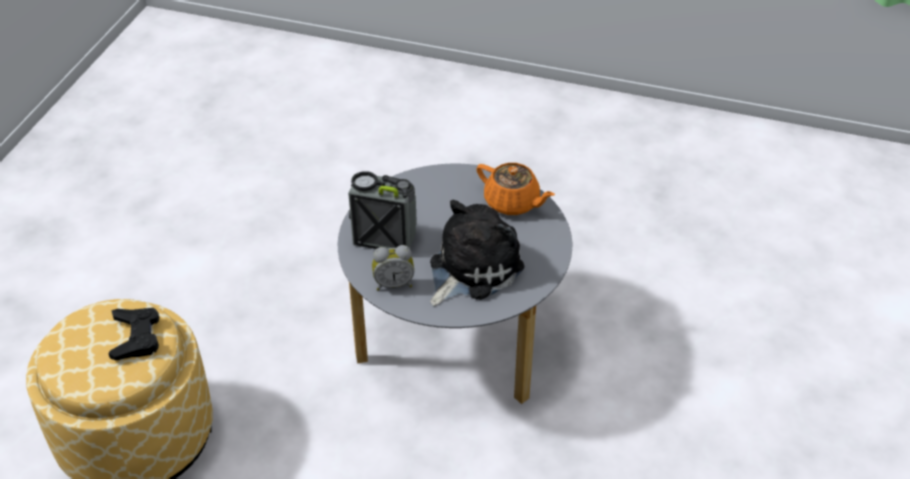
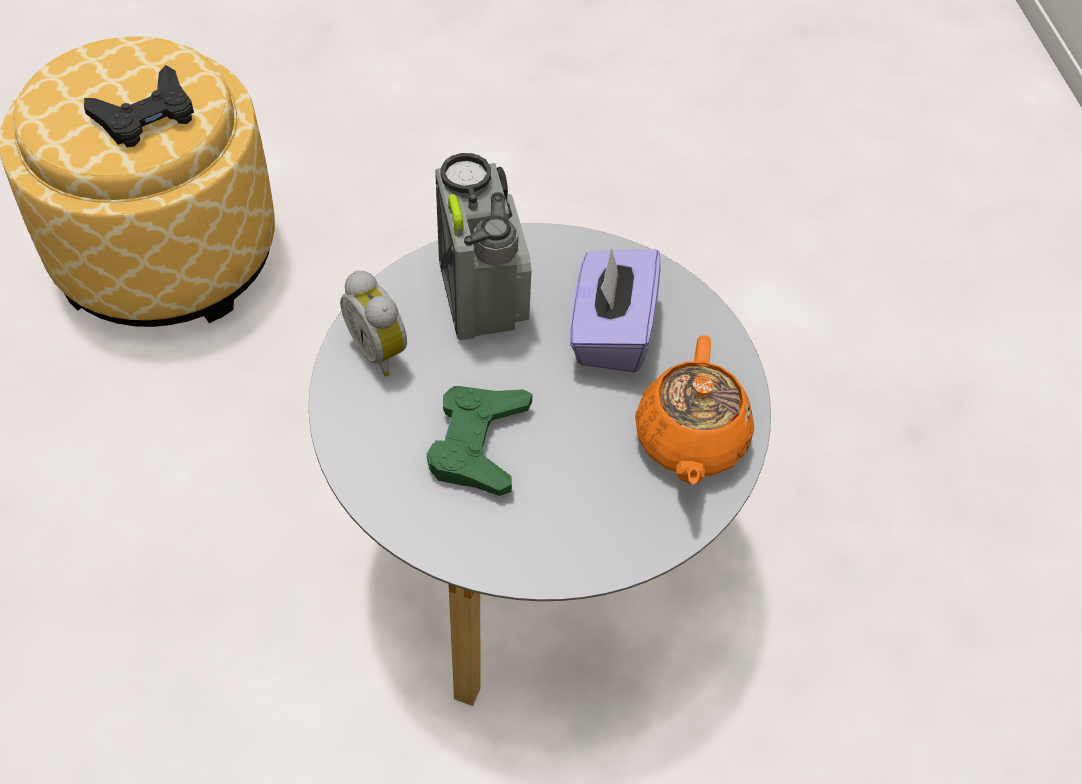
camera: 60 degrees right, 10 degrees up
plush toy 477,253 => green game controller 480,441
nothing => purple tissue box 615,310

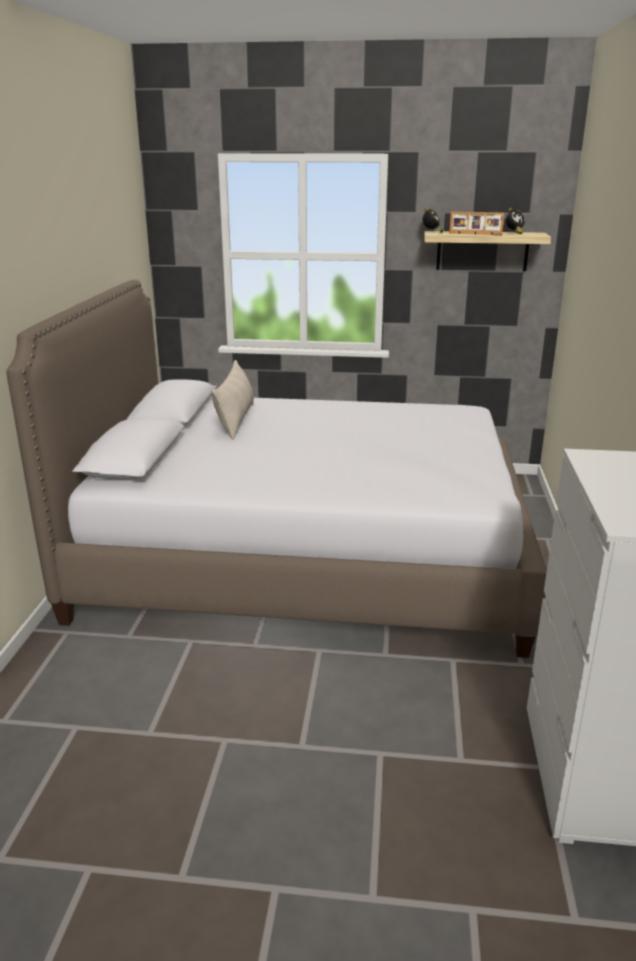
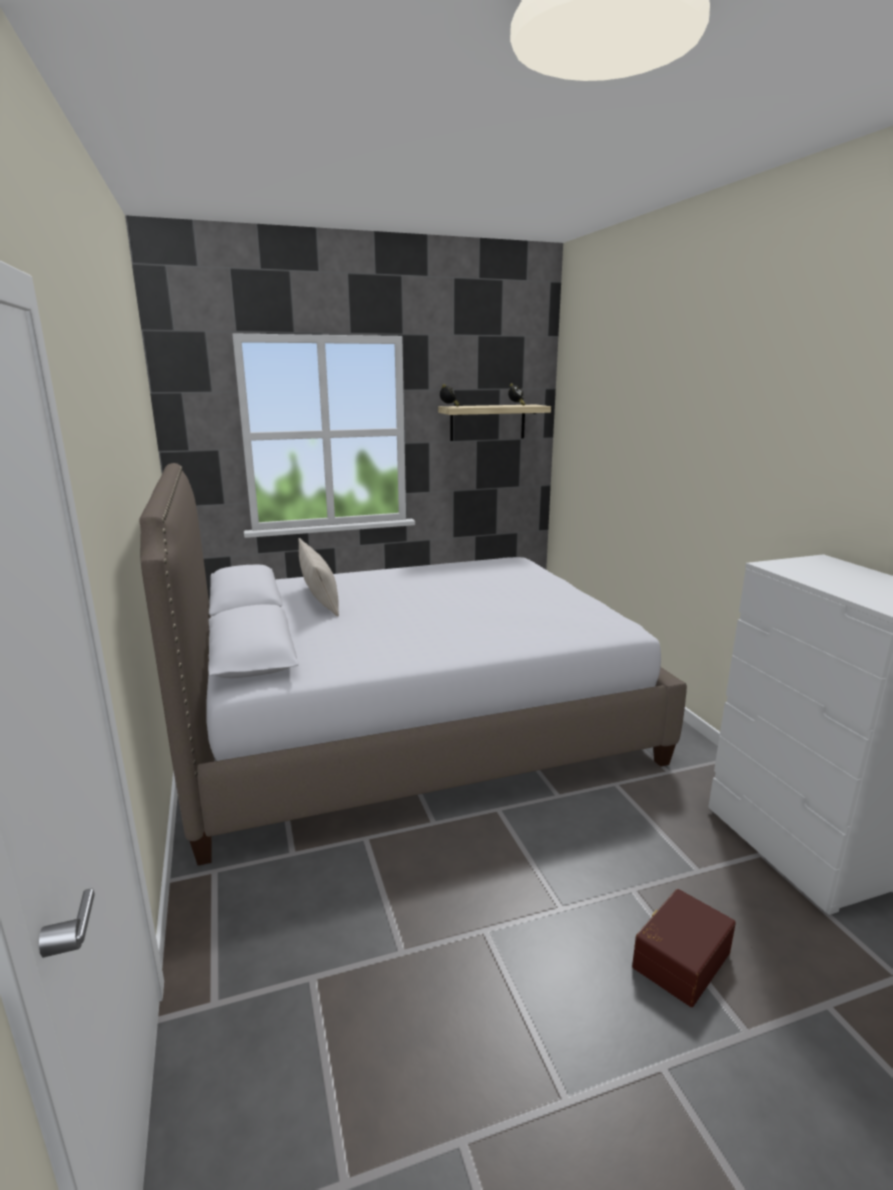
camera: 25 degrees left, 5 degrees down
picture frame 476,223 => nothing
nothing => brown storage box 684,948

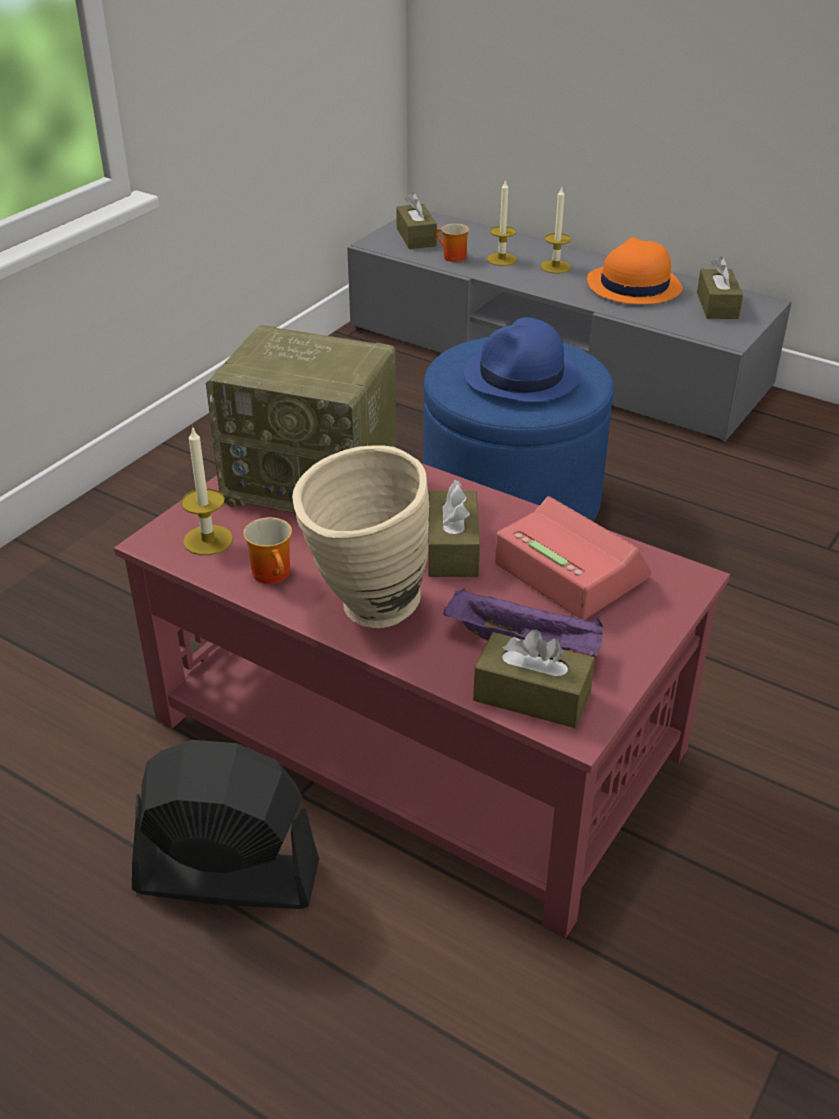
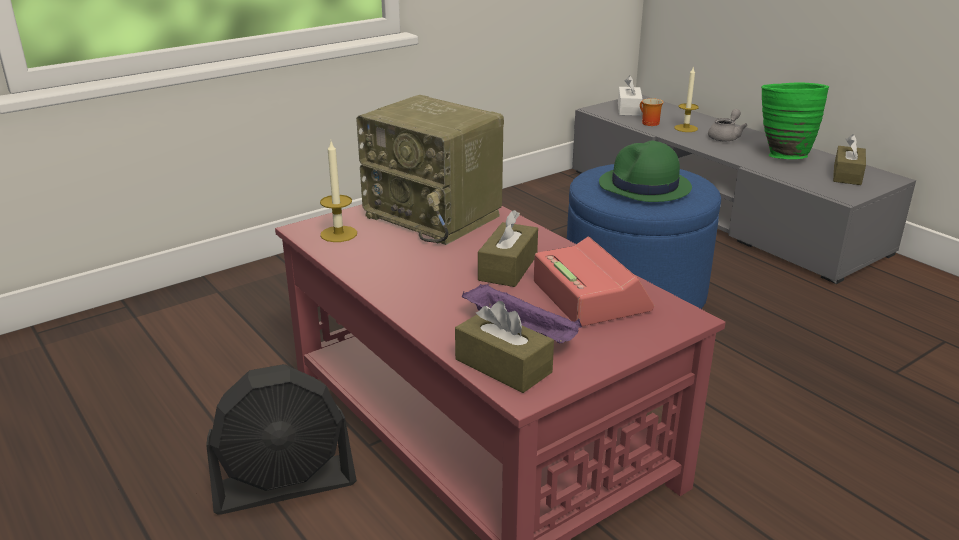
camera: 20 degrees right, 10 degrees down
black fan 225,824 => black fan 281,439, 135 degrees clockwise
mug 267,550 => nothing
beige vase 360,537 => nothing
brown tissue box 416,220 => white tissue box 630,96
blue hat 521,359 => green hat 645,171
candle 555,231 => grey teapot 728,125
orange hat 635,271 => green vase 795,120

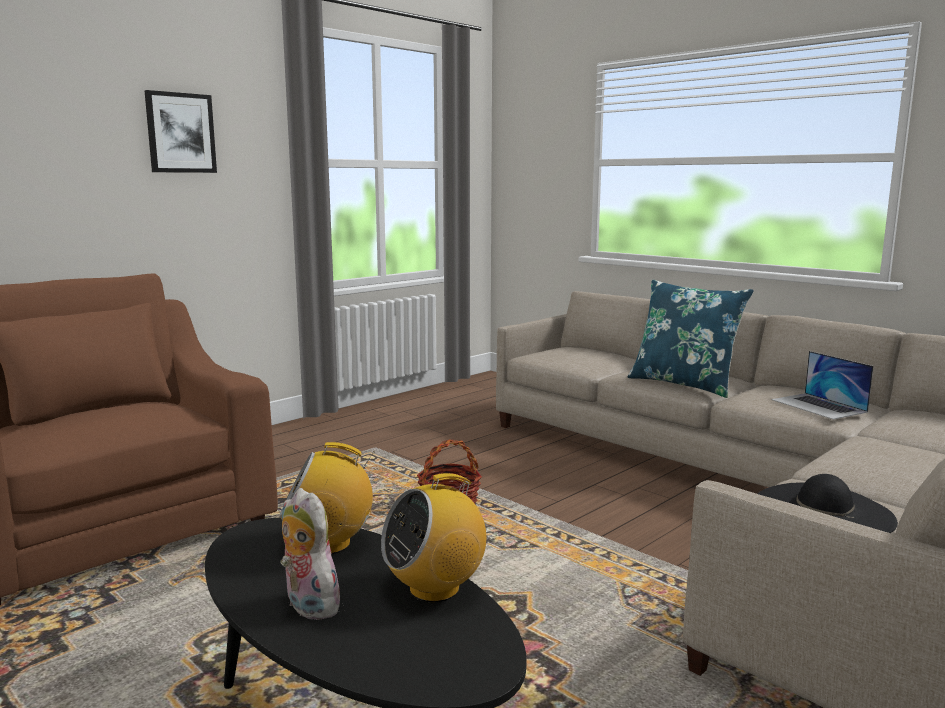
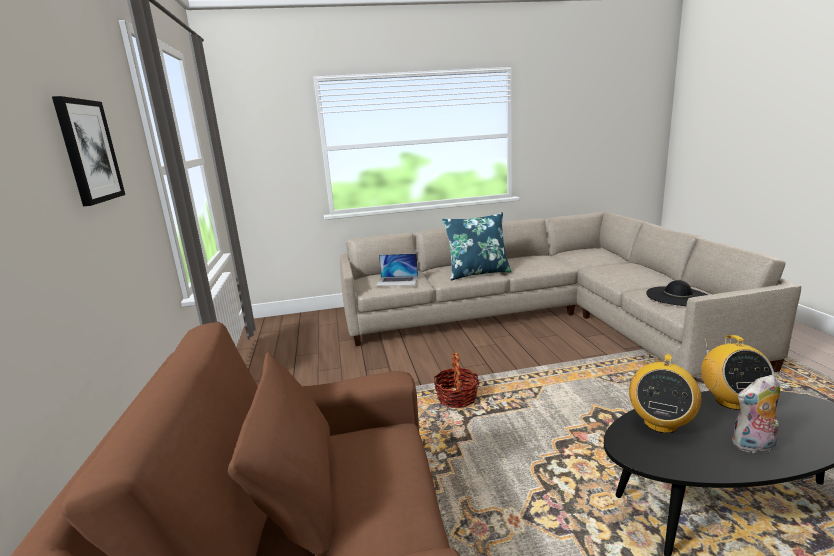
camera: 55 degrees left, 5 degrees up
laptop 822,385 => laptop 397,269, moved

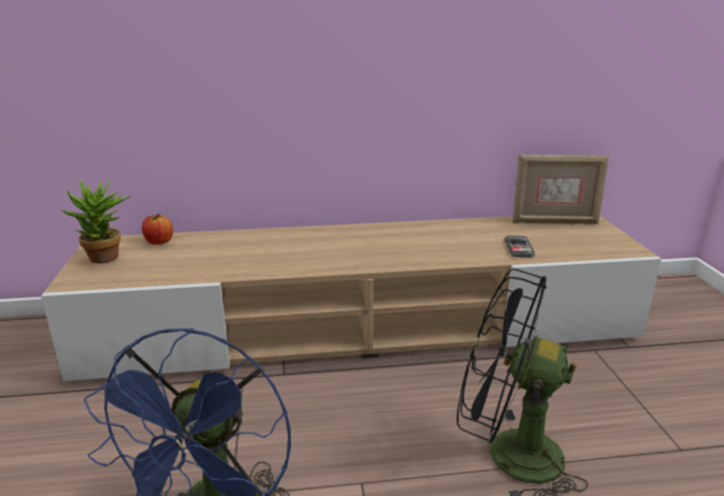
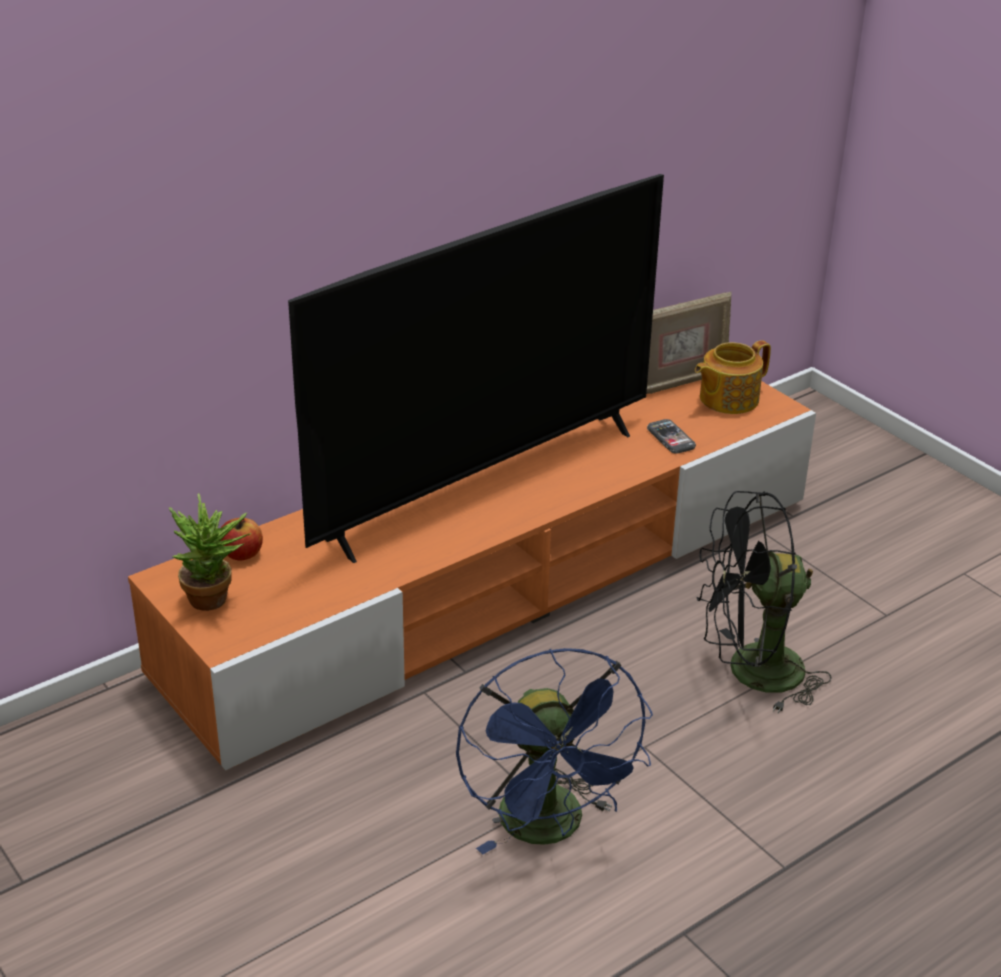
camera: 30 degrees left, 10 degrees up
beige tv stand 351,298 => orange tv stand 472,575
nothing => television 476,368
nothing => teapot 733,377

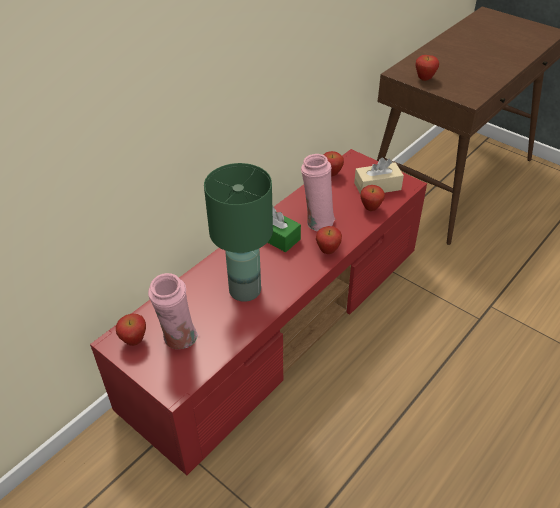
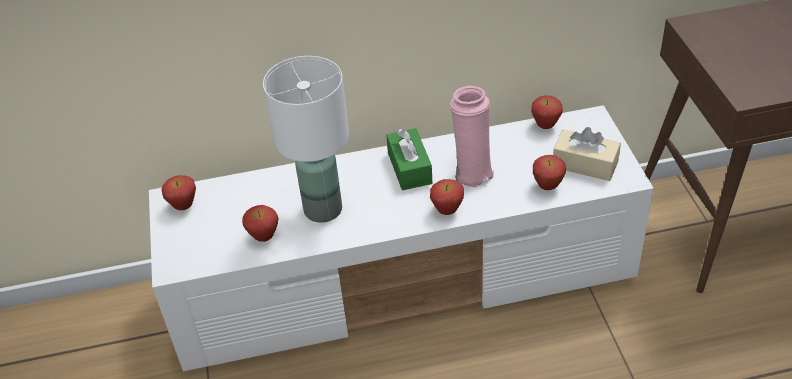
camera: 40 degrees right, 0 degrees up
red tv stand 258,312 => white tv stand 401,238
pink vase 173,311 => nothing
green table lamp 238,232 => white table lamp 306,139
apple 427,68 => apple 260,223, moved

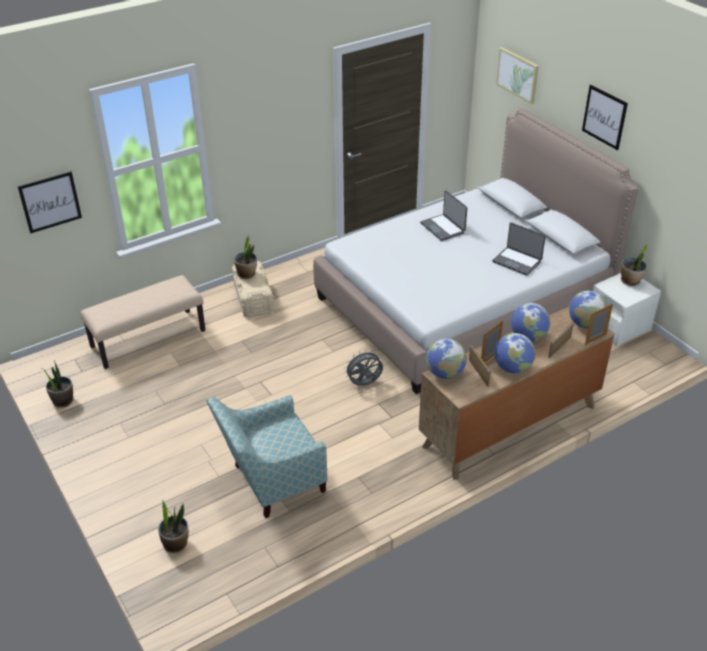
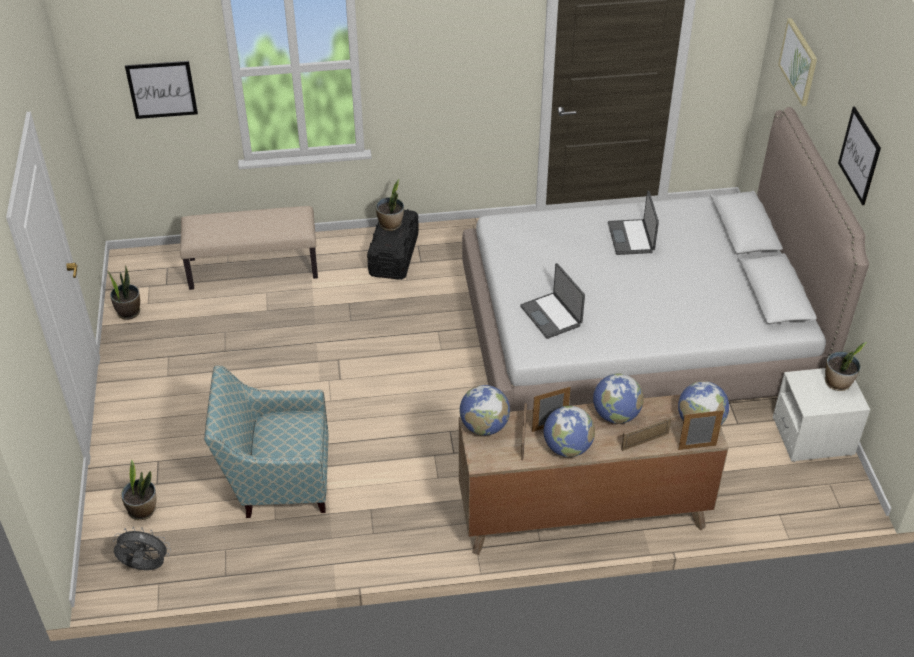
camera: 25 degrees right, 5 degrees up
beige storage box 253,289 => black storage box 393,244
grey fan 363,367 => grey fan 142,548, moved
laptop 519,249 => laptop 552,301, moved

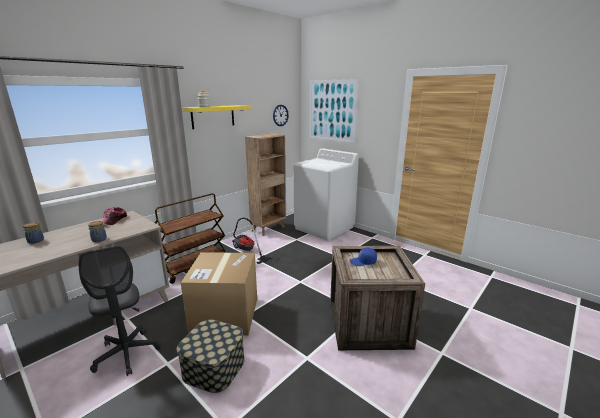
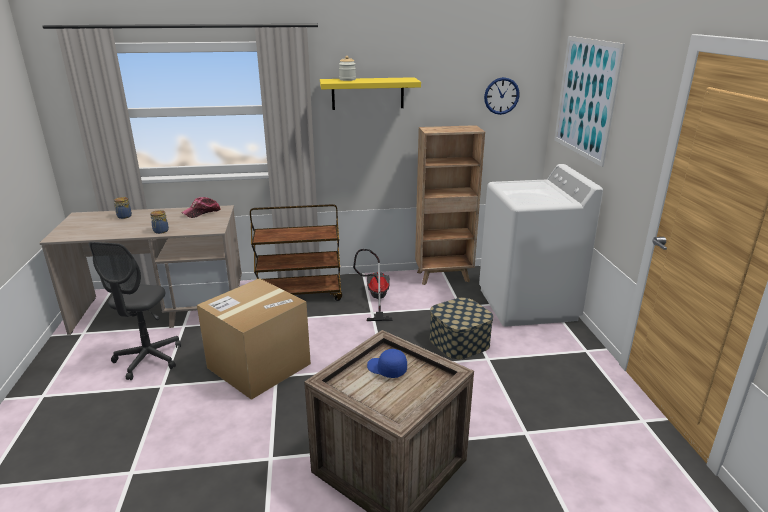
camera: 40 degrees right, 5 degrees up
storage box 211,356 => storage box 462,329, moved

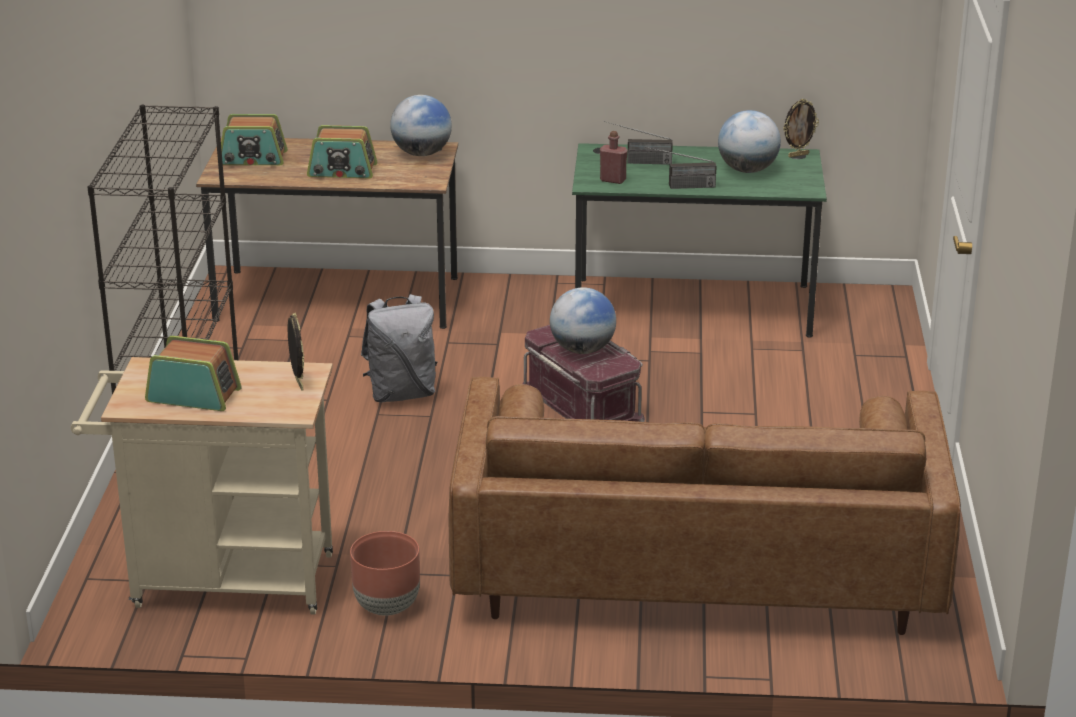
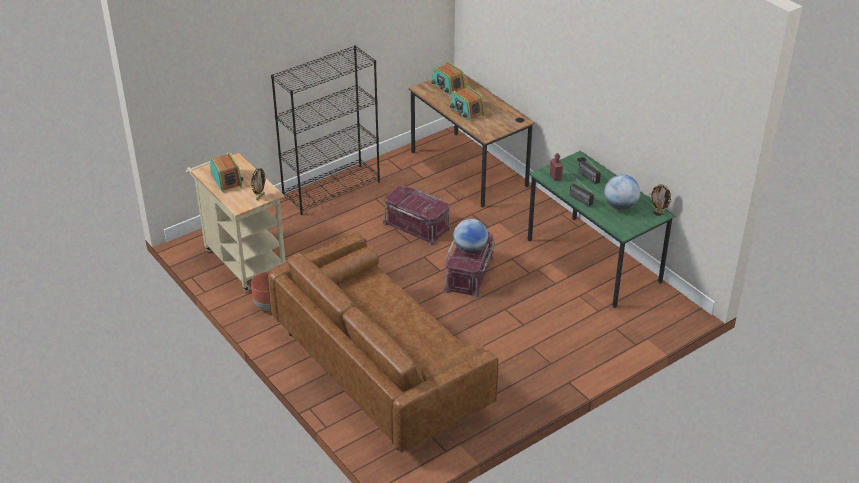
camera: 50 degrees right, 10 degrees up
grey backpack 399,348 => red storage box 417,215
globe 421,125 => nothing

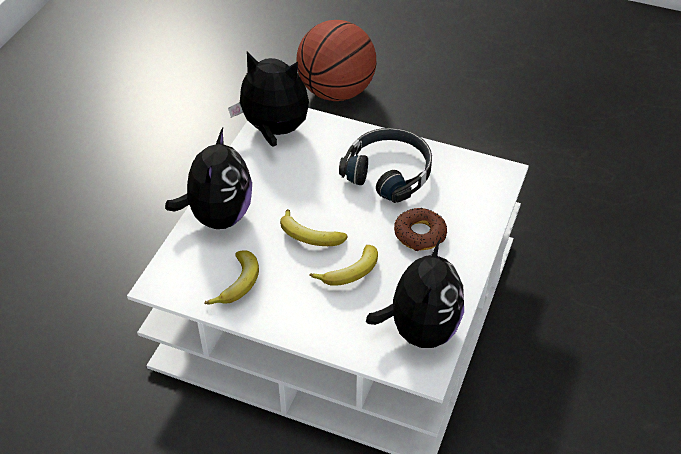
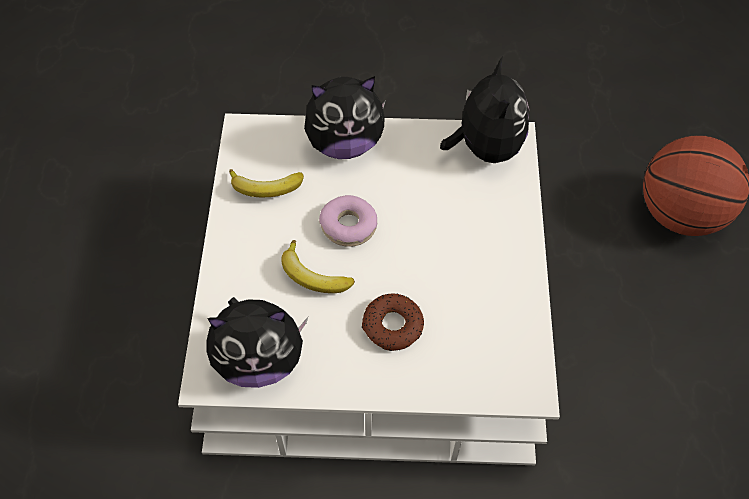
camera: 70 degrees right, 10 degrees up
banana 314,227 => donut 348,221
black headphones 385,165 => nothing

